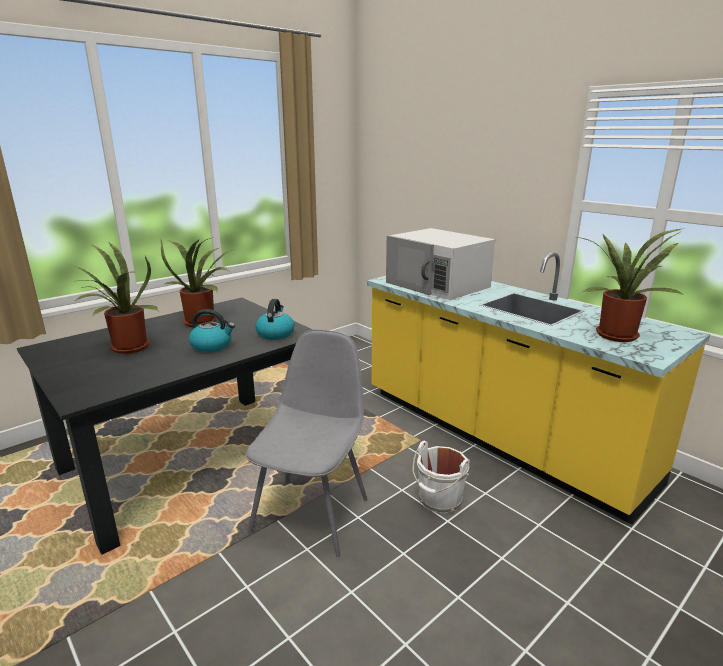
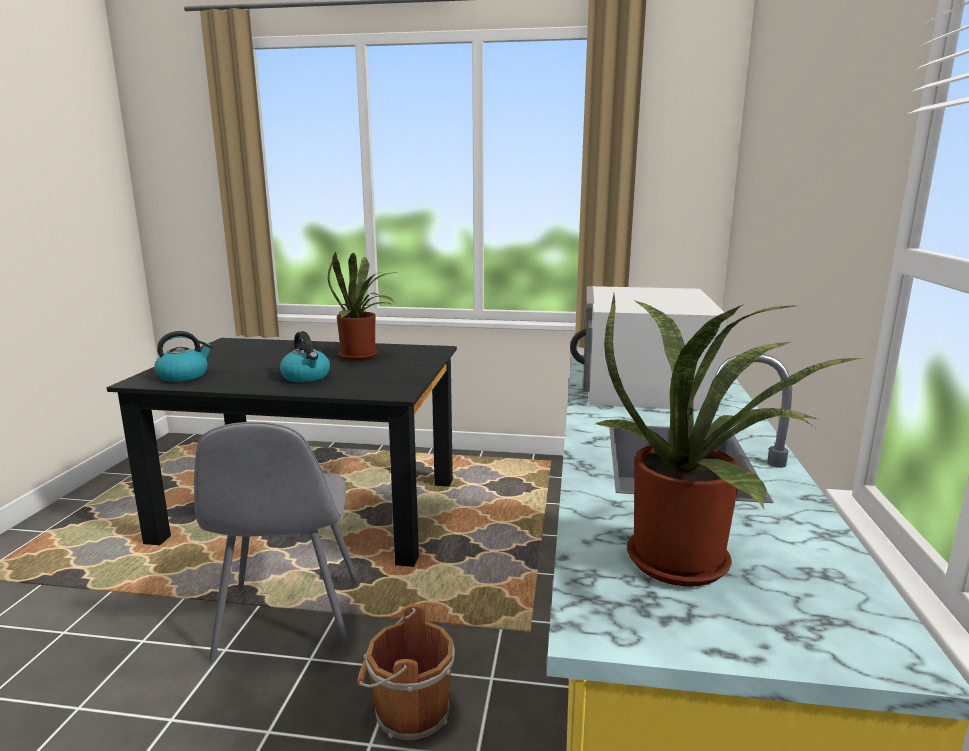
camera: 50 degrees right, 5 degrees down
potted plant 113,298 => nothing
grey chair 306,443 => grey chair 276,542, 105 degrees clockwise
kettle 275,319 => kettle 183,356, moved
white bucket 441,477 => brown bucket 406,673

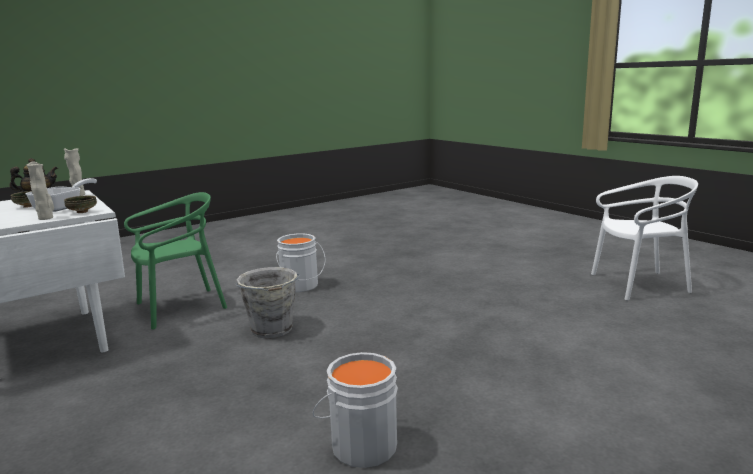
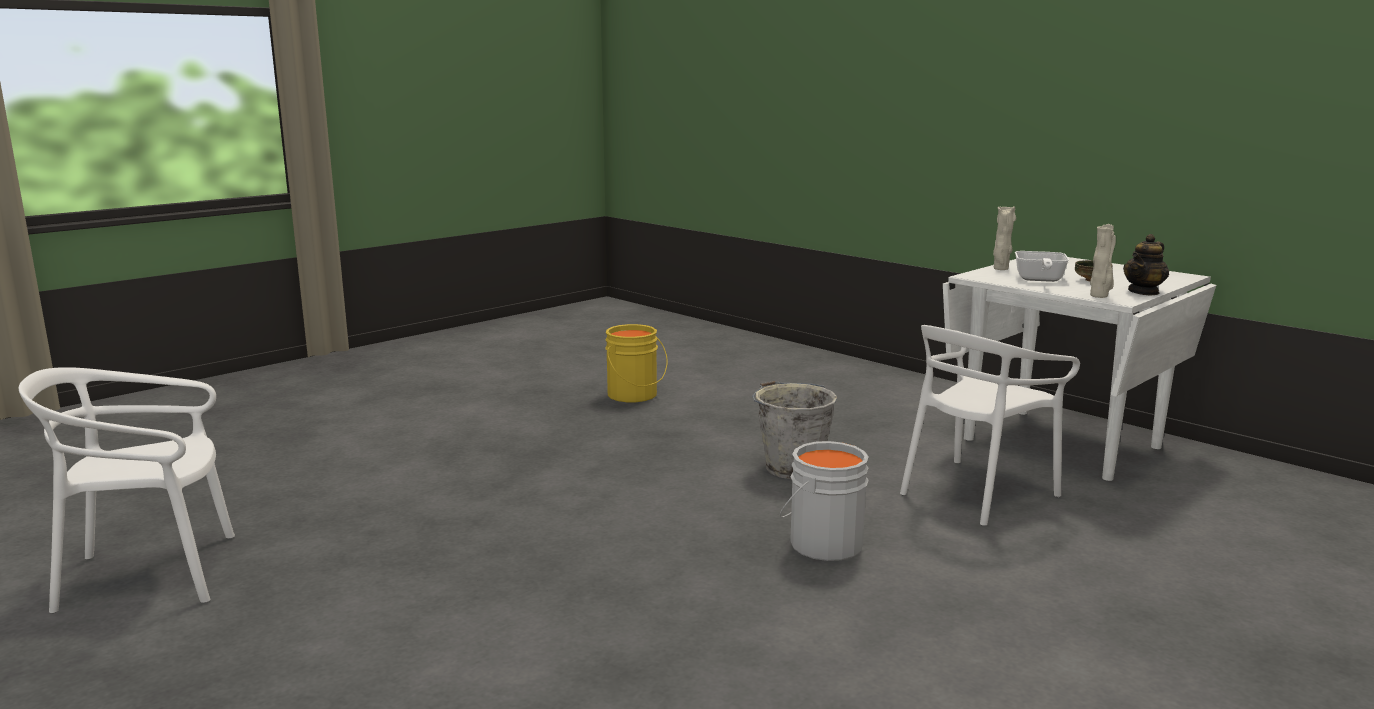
camera: 170 degrees right, 0 degrees up
bowl 80,204 => nothing
green chair 175,260 => white chair 990,425
grey bucket 355,410 => yellow bucket 636,363

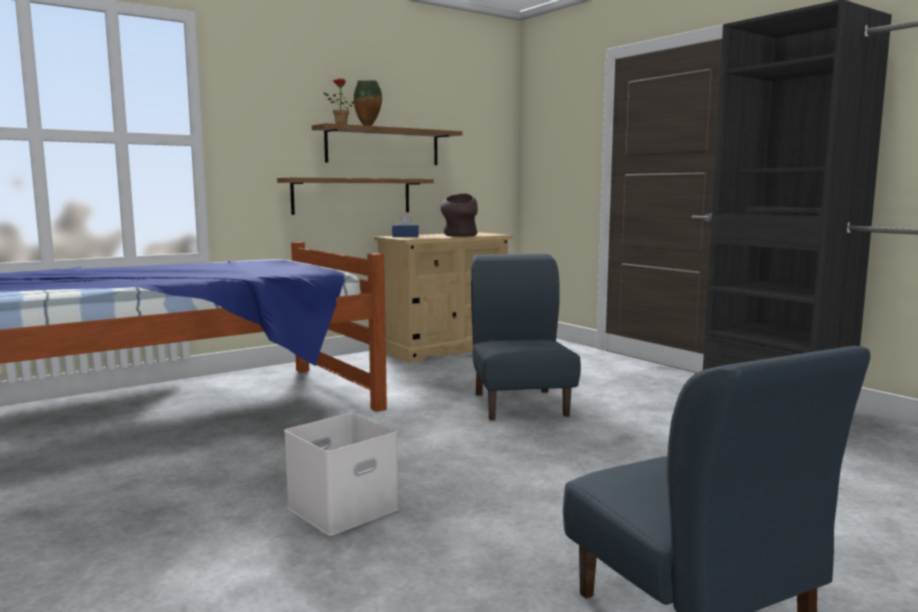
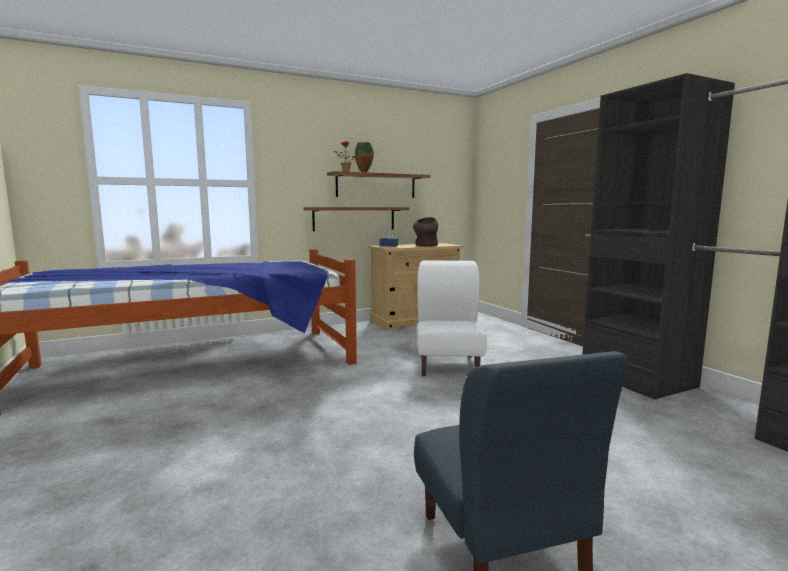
camera: 10 degrees right, 0 degrees up
white storage box 341,474 => nothing
blue chair 526,337 => white chair 452,318

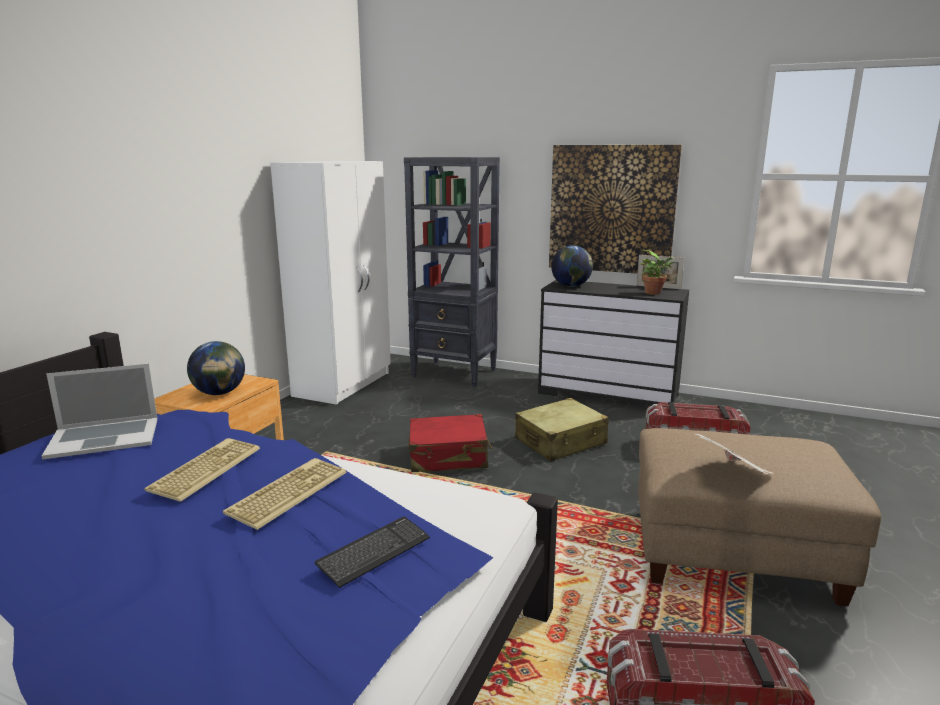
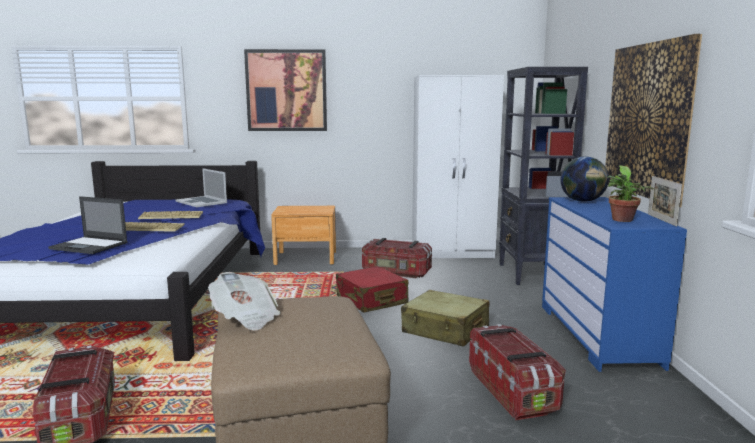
camera: 65 degrees right, 5 degrees down
globe 216,368 => nothing
keyboard 372,552 => laptop 88,225
black dresser 613,343 => blue dresser 614,284
nothing => picture 285,90
nothing => storage box 397,258

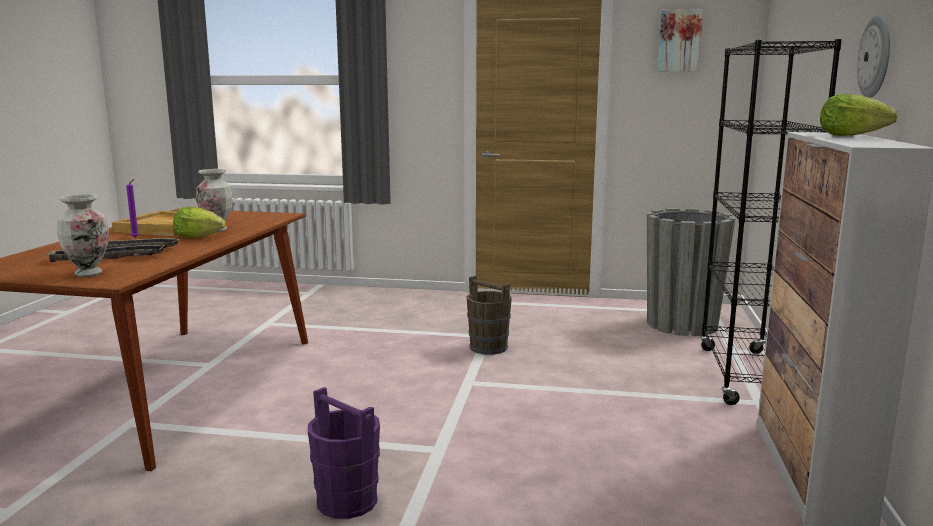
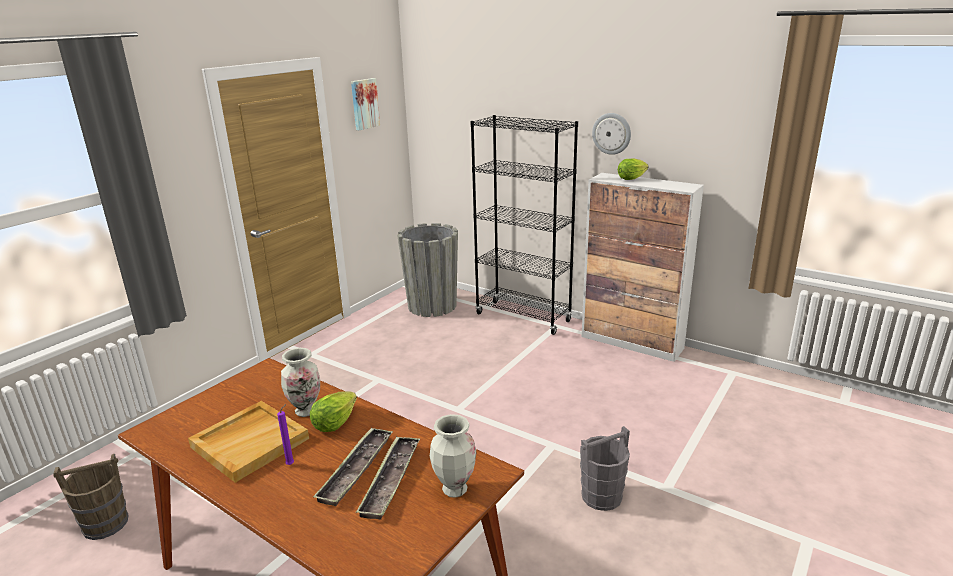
camera: 65 degrees left, 10 degrees up
purple bucket 344,453 => grey bucket 605,468
brown bucket 489,315 => brown bucket 90,497, moved

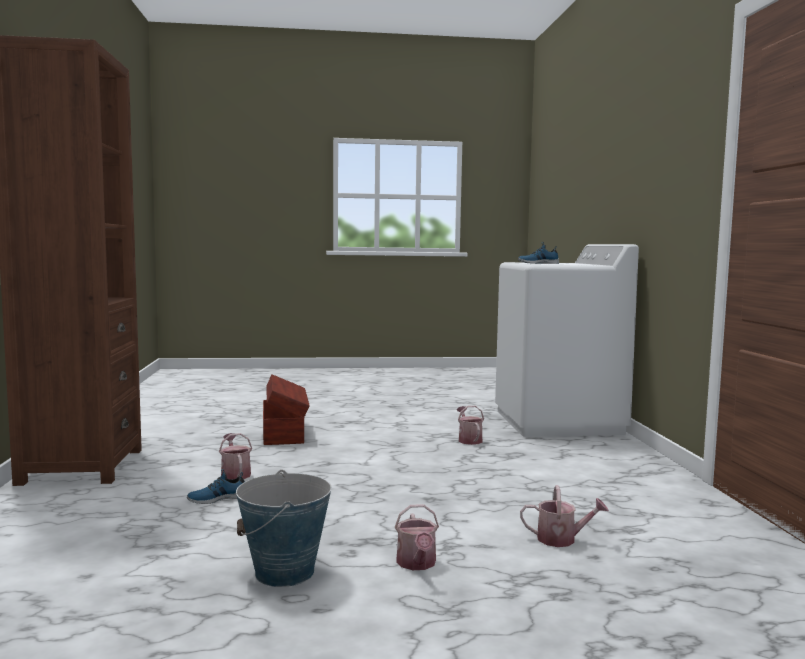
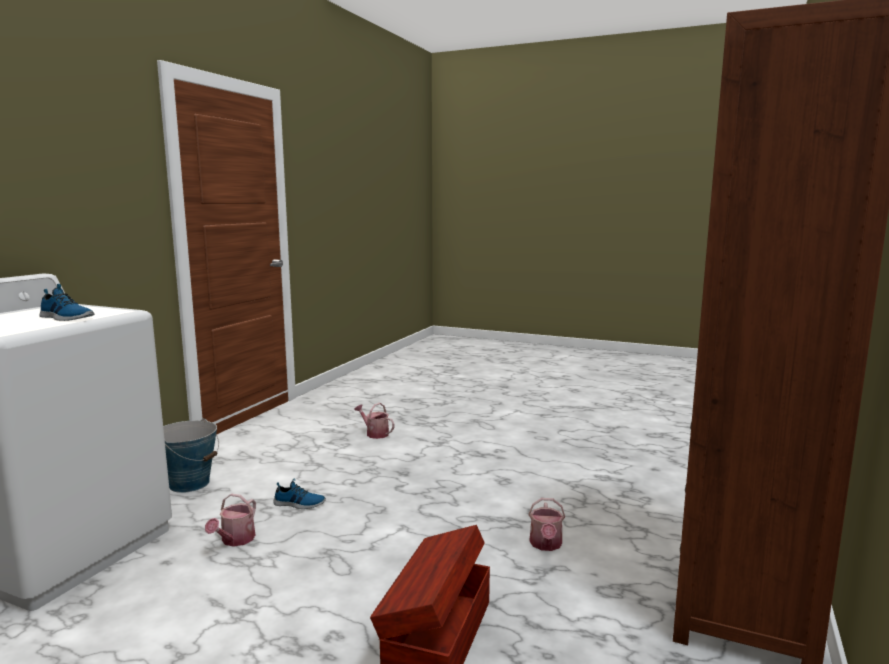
camera: 150 degrees left, 5 degrees up
shoe 216,486 => shoe 300,493, moved
bucket 284,528 => bucket 191,455, moved
watering can 417,537 => nothing

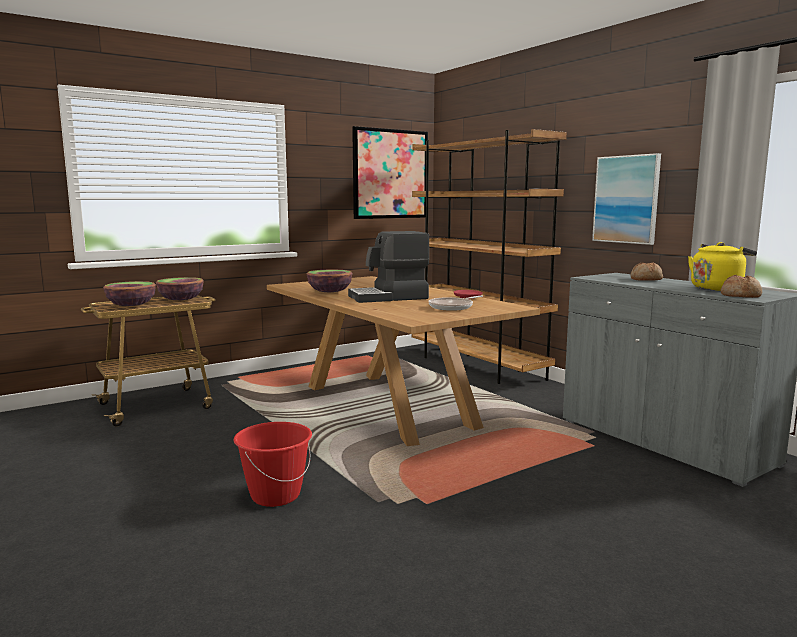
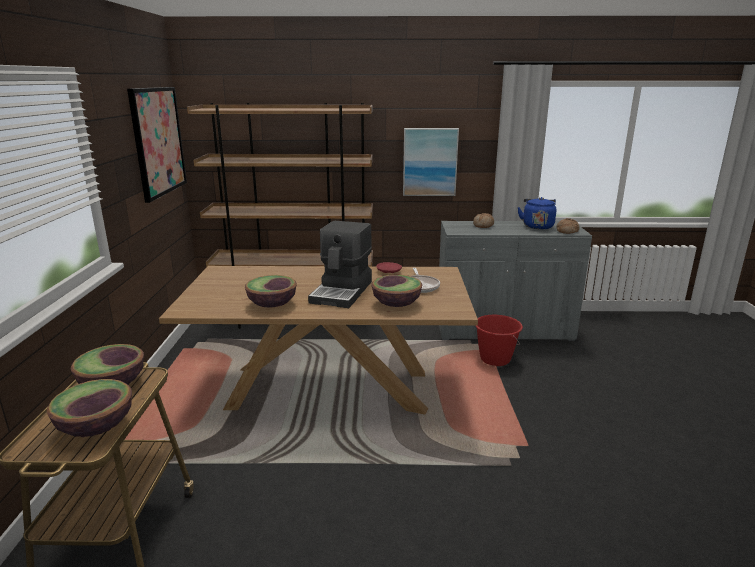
camera: 55 degrees left, 10 degrees up
red bucket 272,464 => red bucket 499,340, moved
yellow kettle 722,266 => blue kettle 537,213
nothing => bowl 396,291

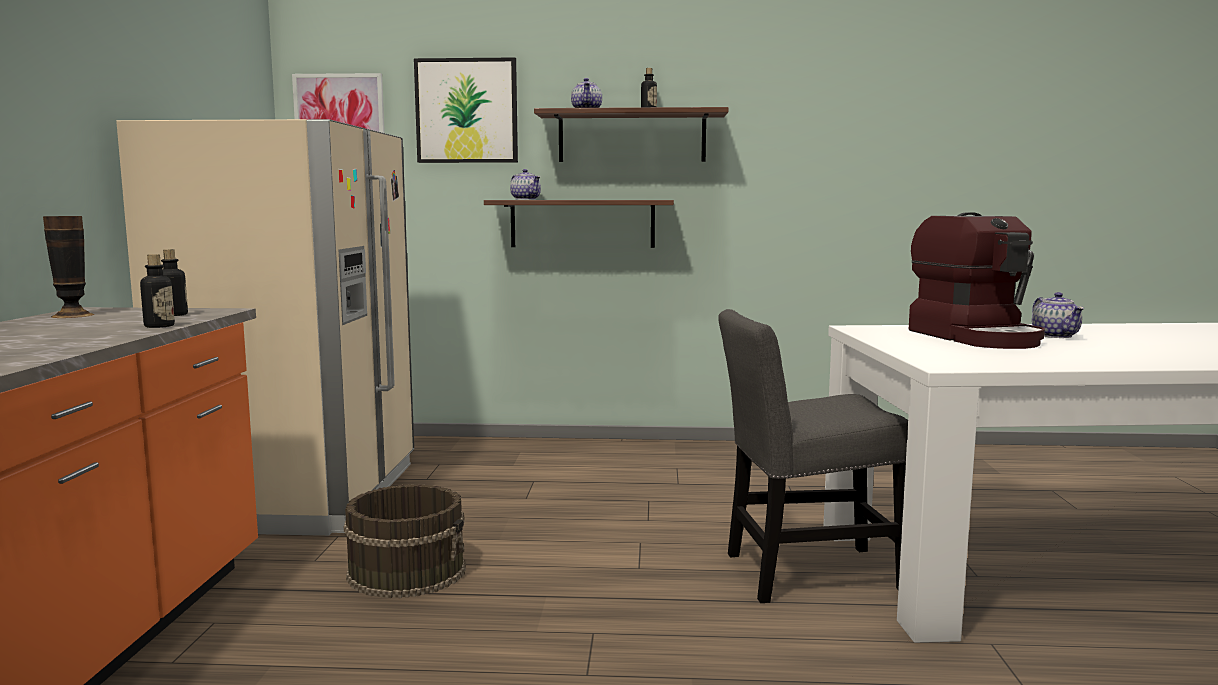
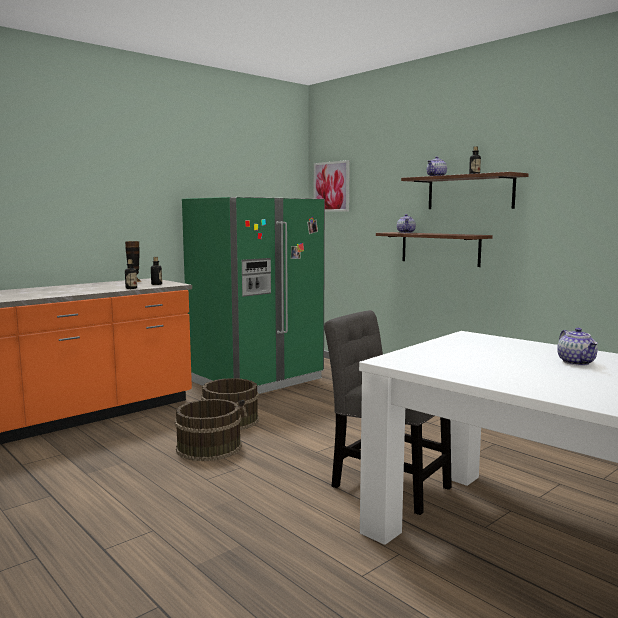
camera: 45 degrees right, 0 degrees up
beige fridge 265,327 => green fridge 253,295
picture 466,110 => nothing
coffee machine 977,280 => nothing
teapot 1058,315 => teapot 577,347, 45 degrees counterclockwise
nothing => brown bucket 208,430

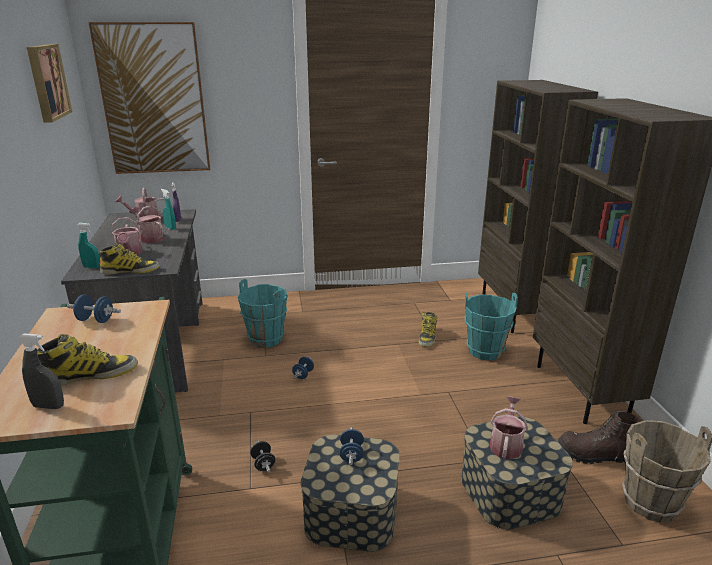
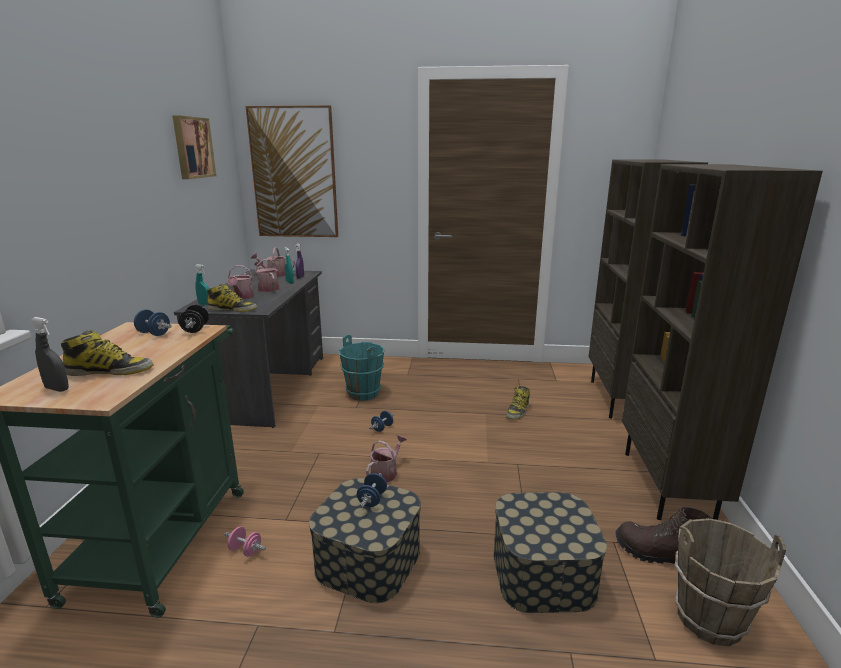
camera: 15 degrees right, 5 degrees down
black dumbbell 262,456 => black dumbbell 194,319, moved
turquoise bucket 491,326 => nothing
watering can 508,427 => watering can 386,458, moved
nothing => pink dumbbell 245,541

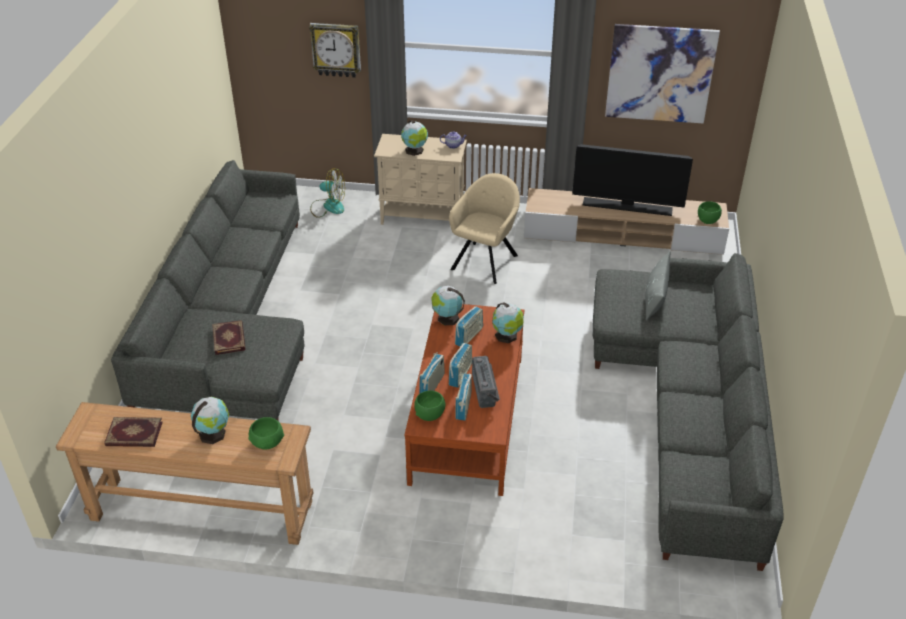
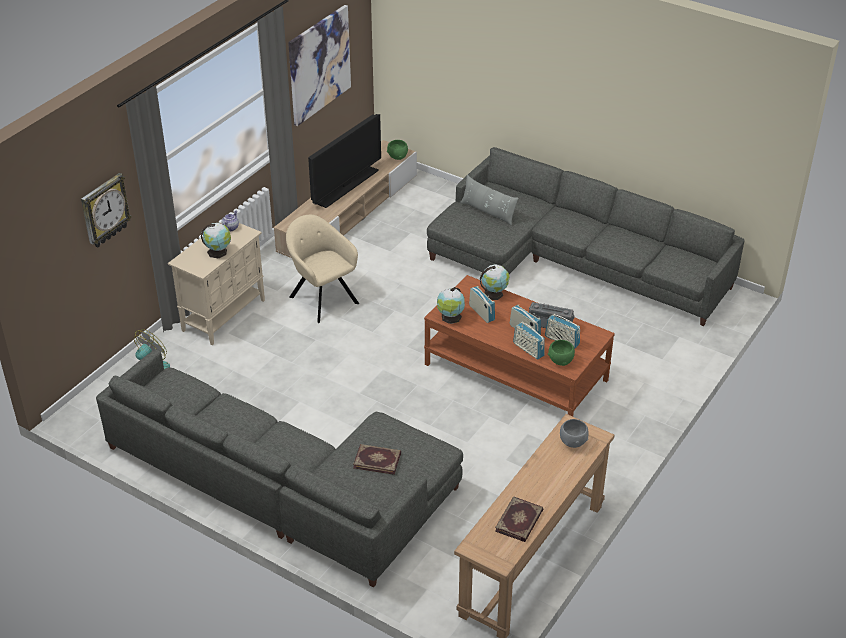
camera: 65 degrees left, 0 degrees up
globe 210,420 => nothing
green bowl 266,433 => grey bowl 574,433

